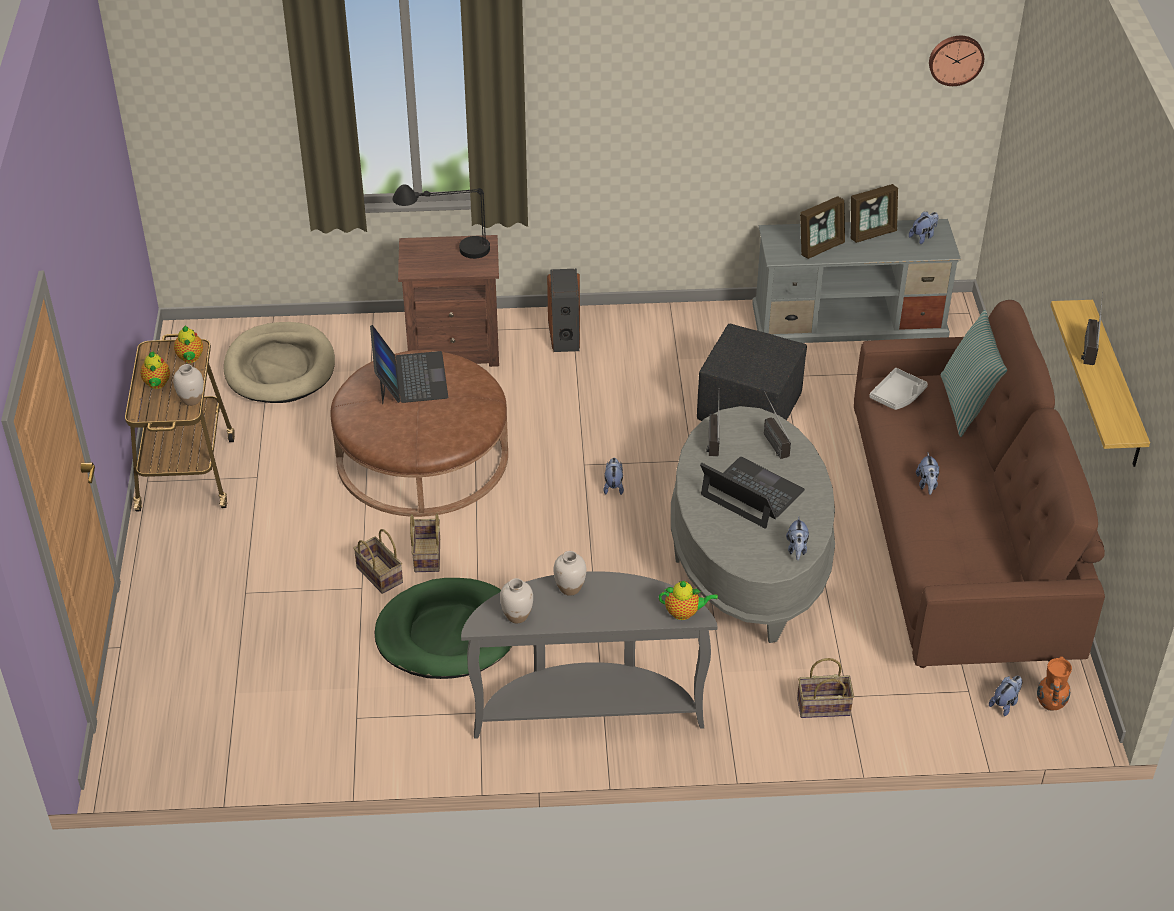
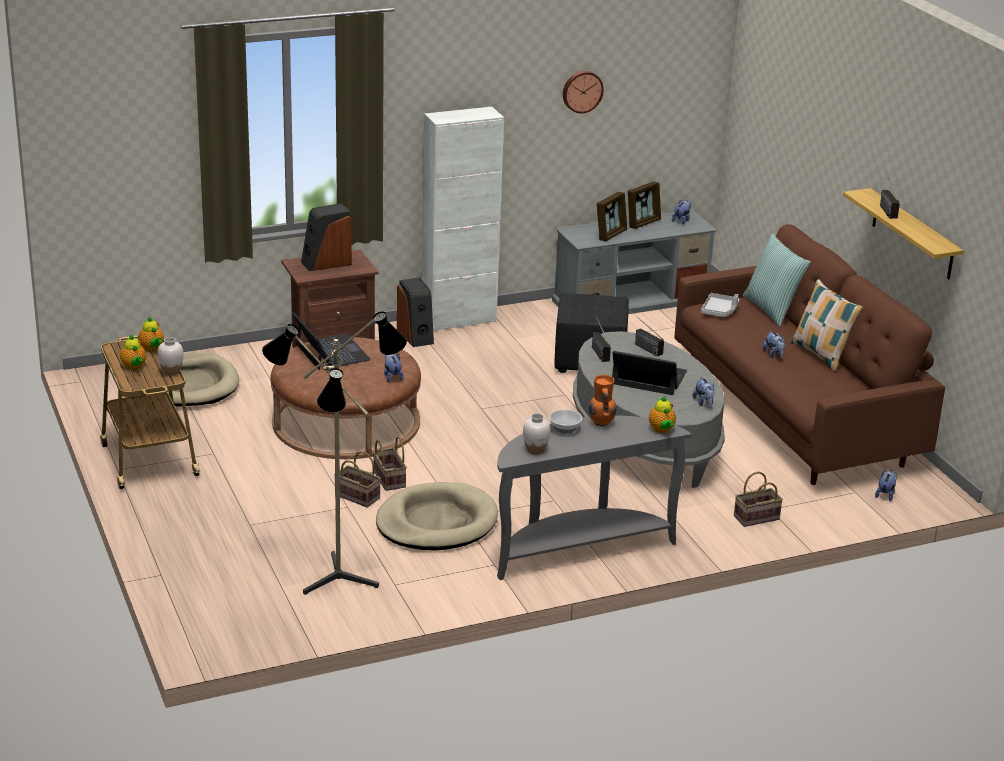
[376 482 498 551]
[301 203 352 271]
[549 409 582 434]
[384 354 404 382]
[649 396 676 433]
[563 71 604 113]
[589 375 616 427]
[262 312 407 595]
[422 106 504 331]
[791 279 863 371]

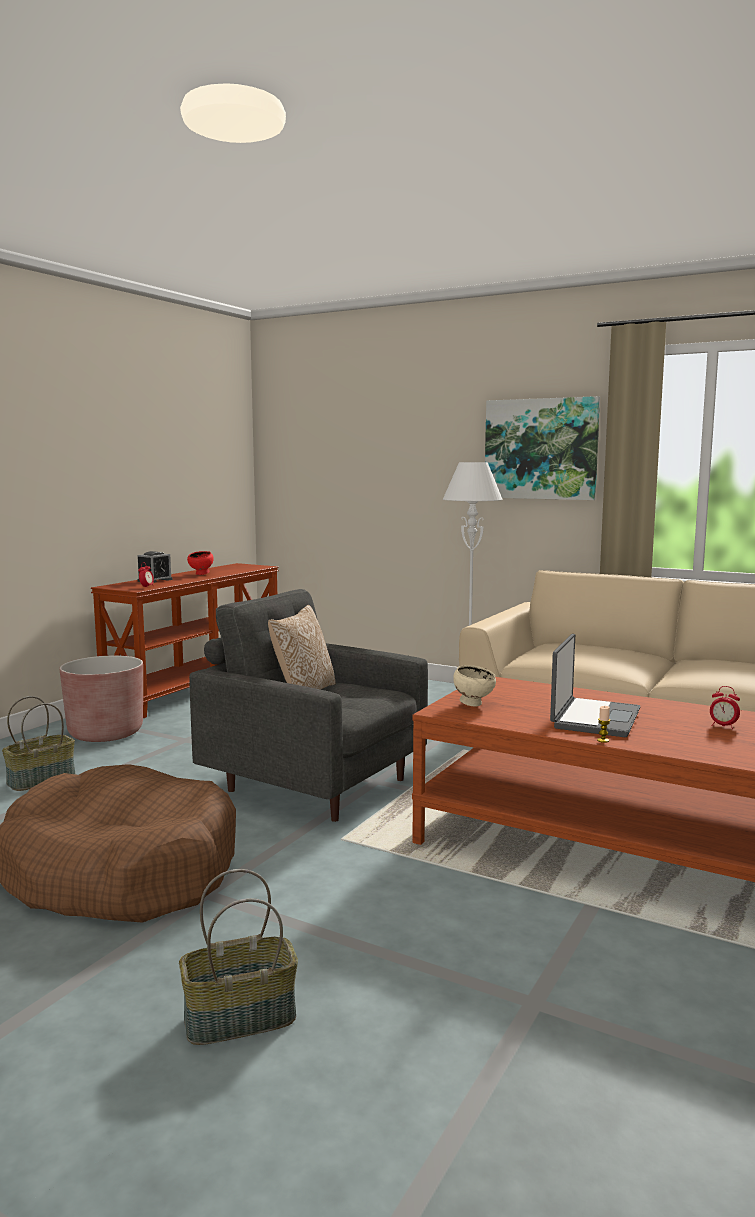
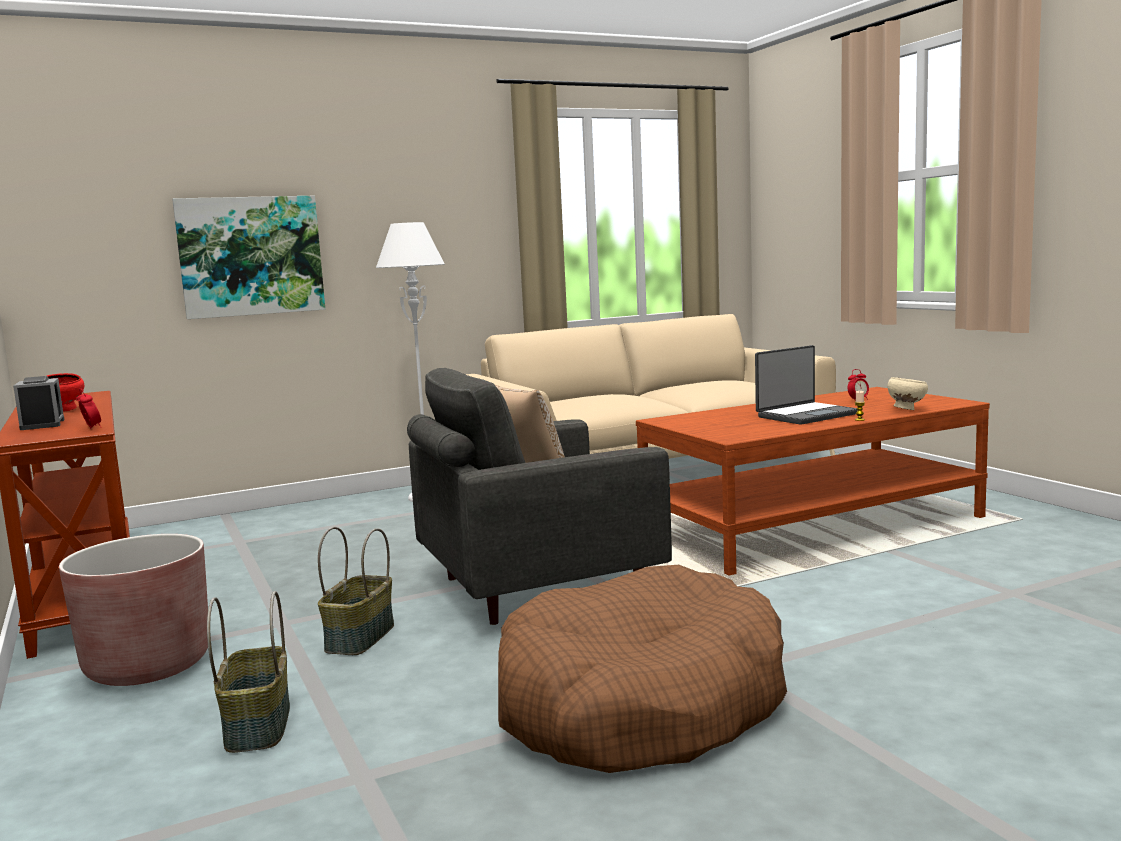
[318 527 394 655]
[888 377 928 410]
[172 196 325 319]
[755 345 858 425]

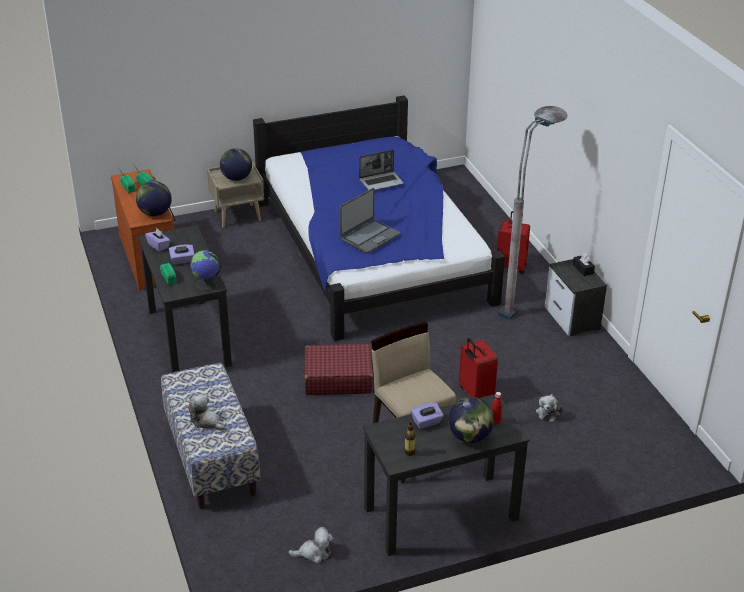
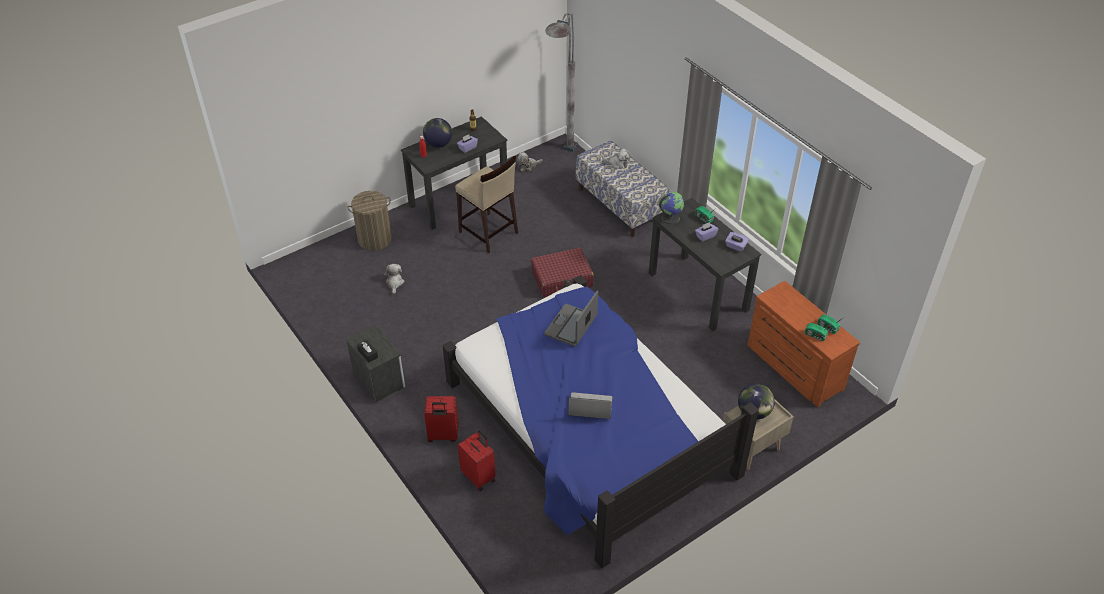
[136 181 172 216] (first image)
[568 392 613 419]
[458 430 496 491]
[545 13 578 152]
[347 191 392 251]

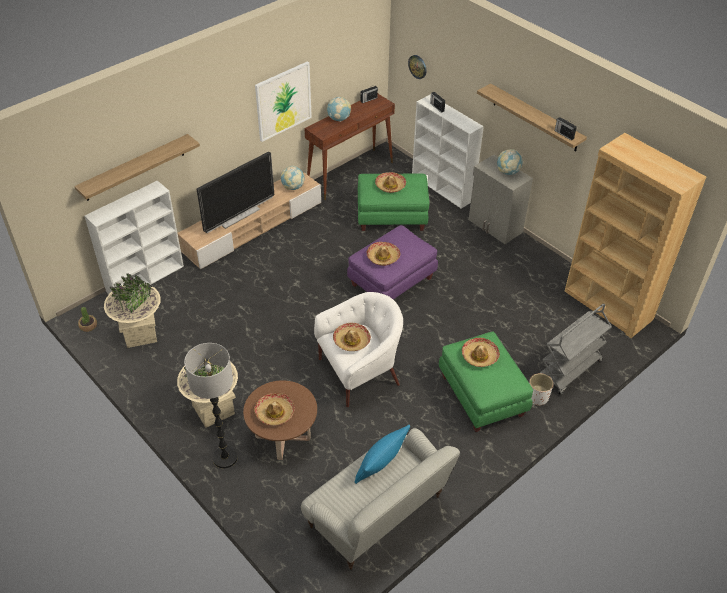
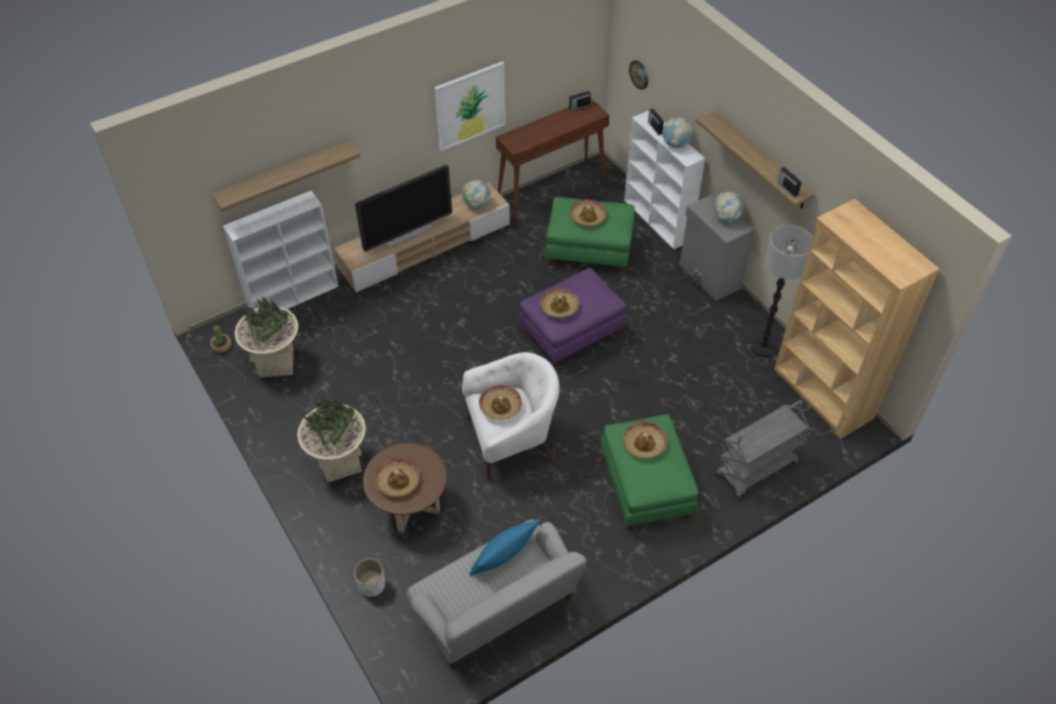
[751 225 812 357]
[662 117 693 149]
[354 558 385 597]

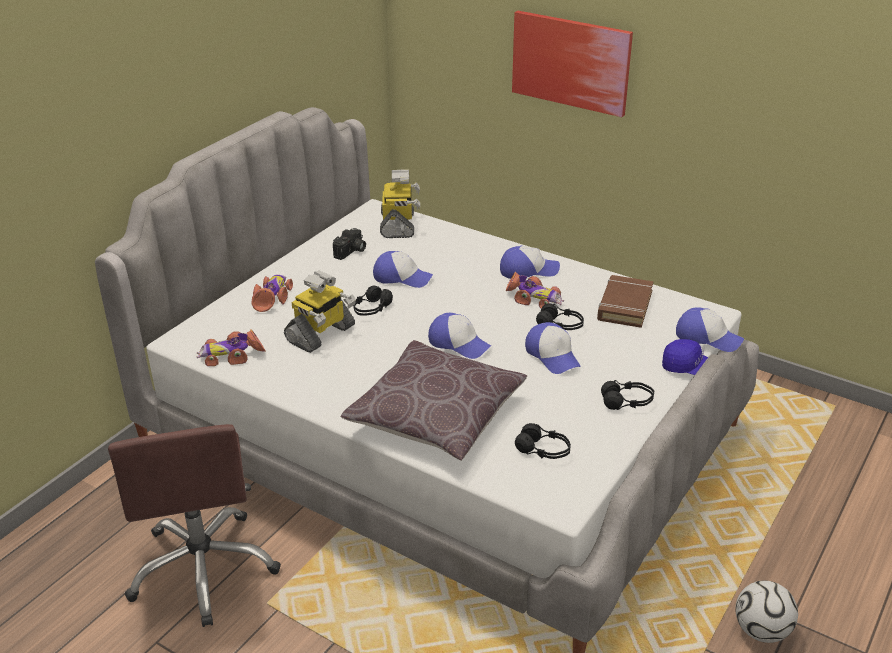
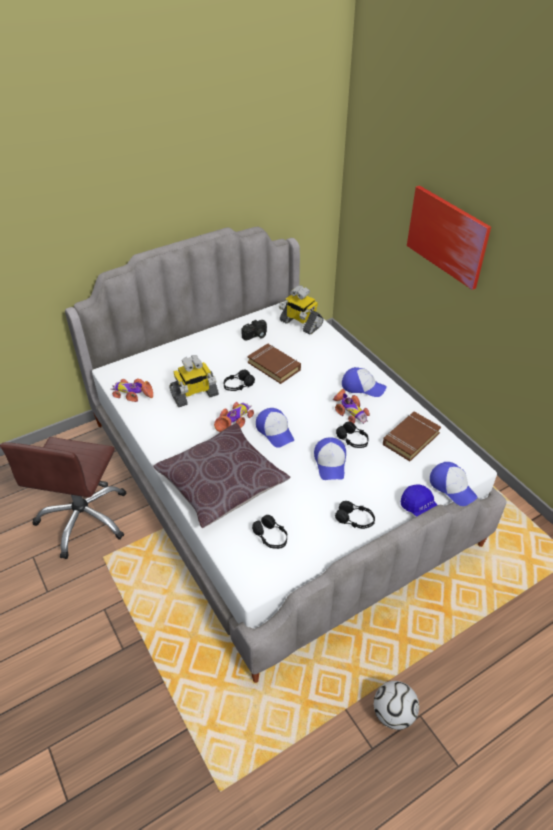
[214 402 254 432]
[247 344 301 384]
[279 285 323 335]

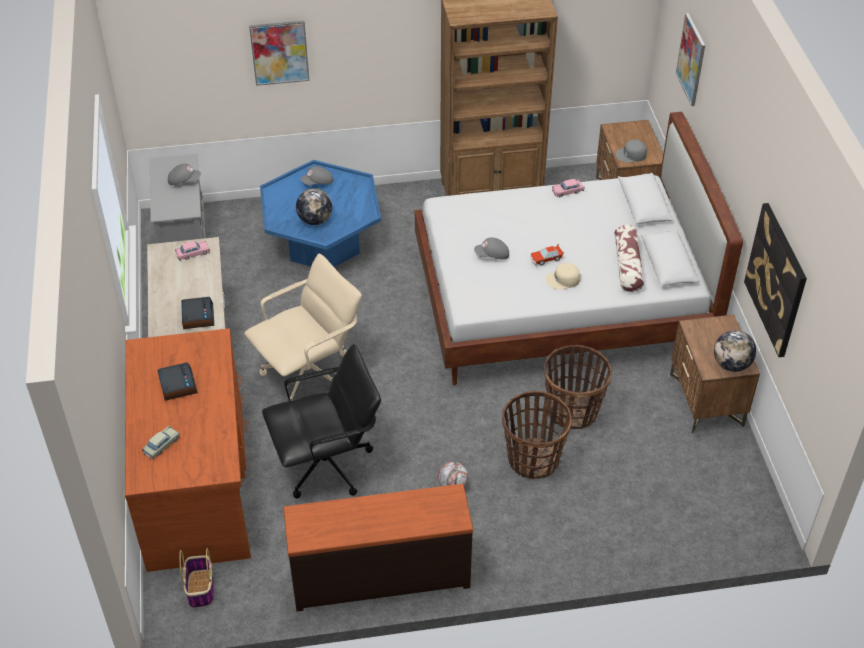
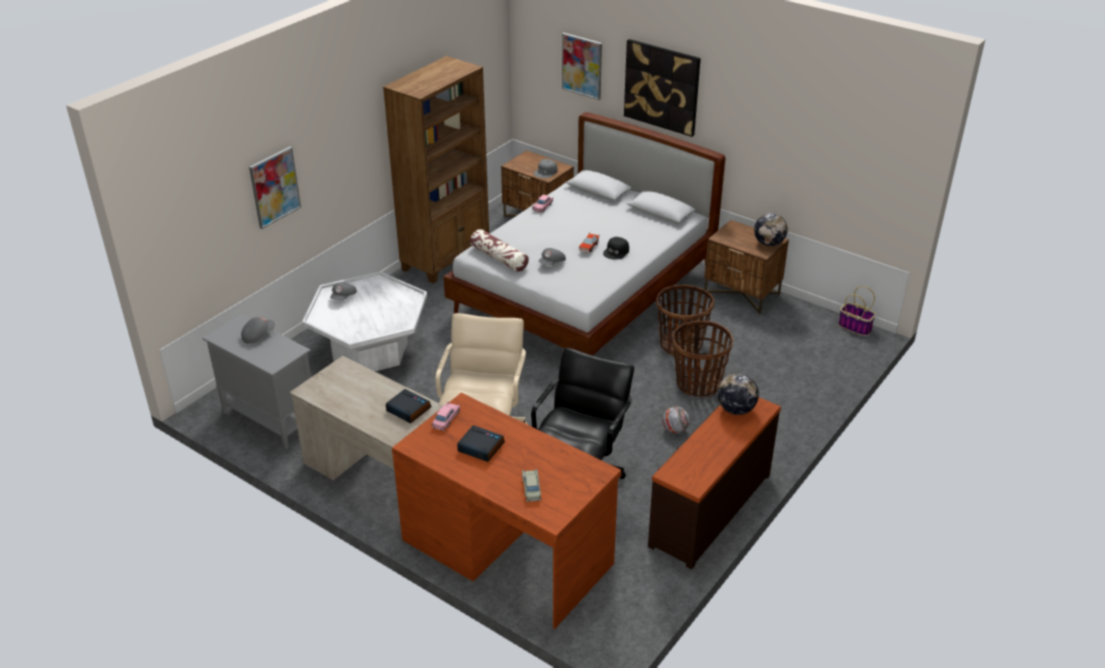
[432 402 460 431]
[838 286 876 336]
[302 271 427 371]
[717 374 759 415]
[603 237 629 260]
[470 229 529 272]
[624 39 701 137]

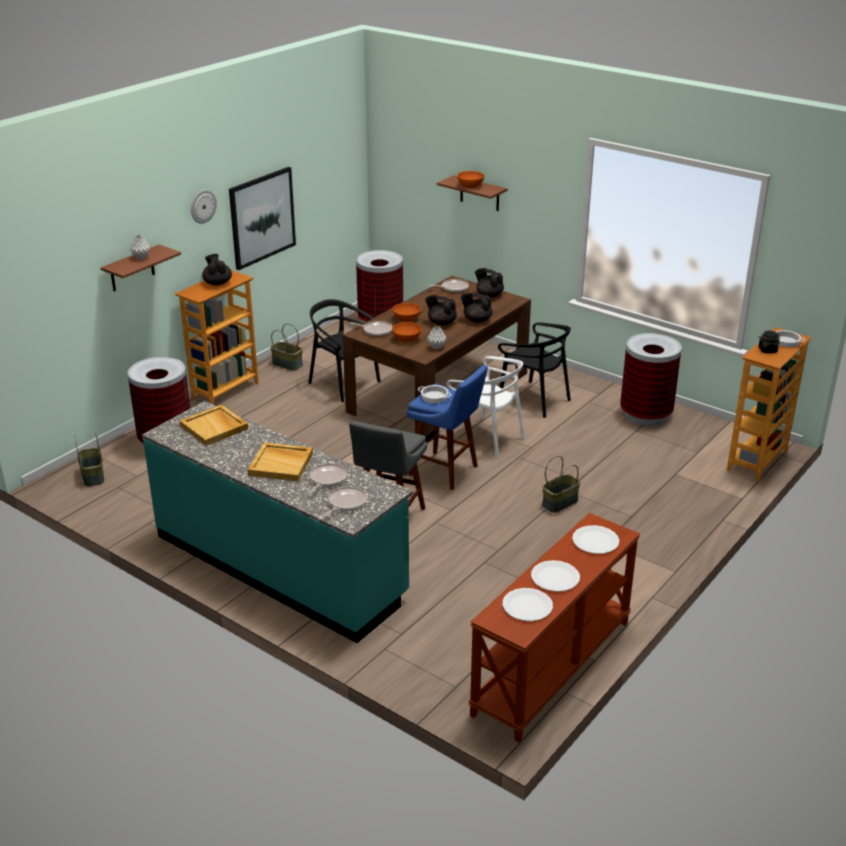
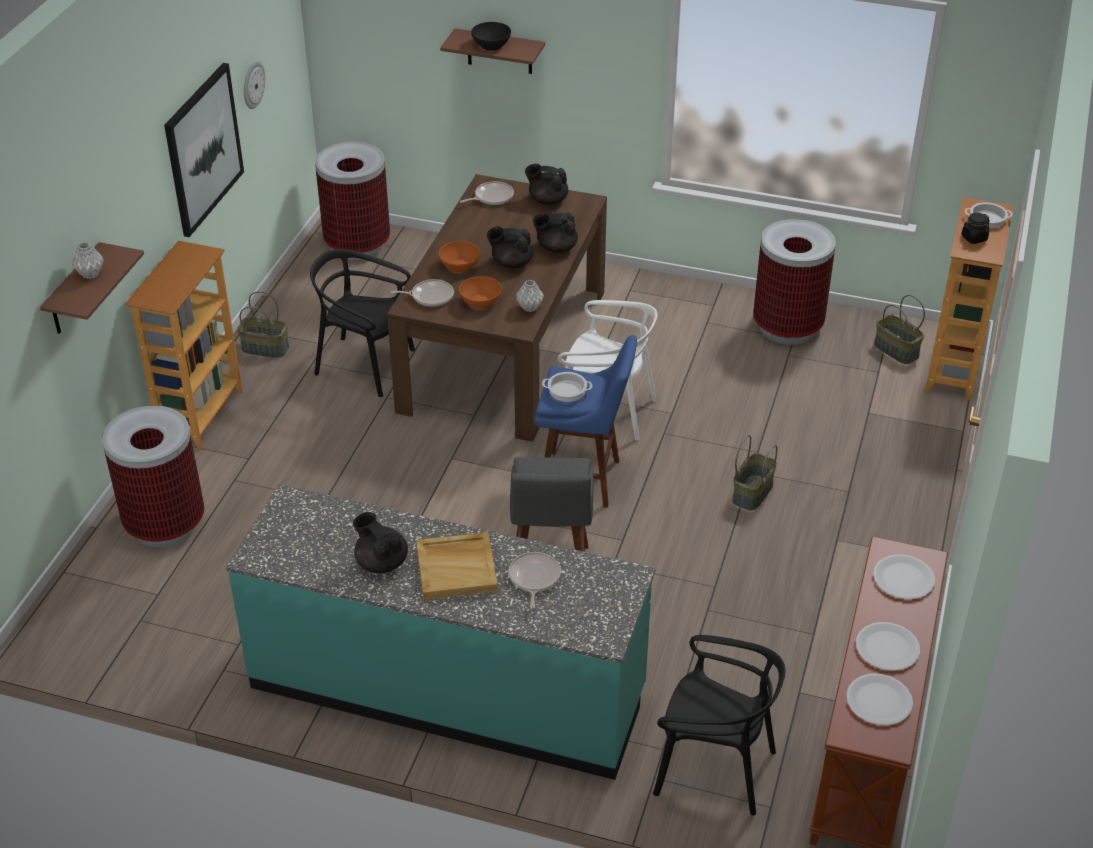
[874 295 925 364]
[180 405 248 446] (first image)
[244 61 265 109]
[353 512 408 573]
[324 487 367 516] (first image)
[471 22 511 51]
[653 635 785 816]

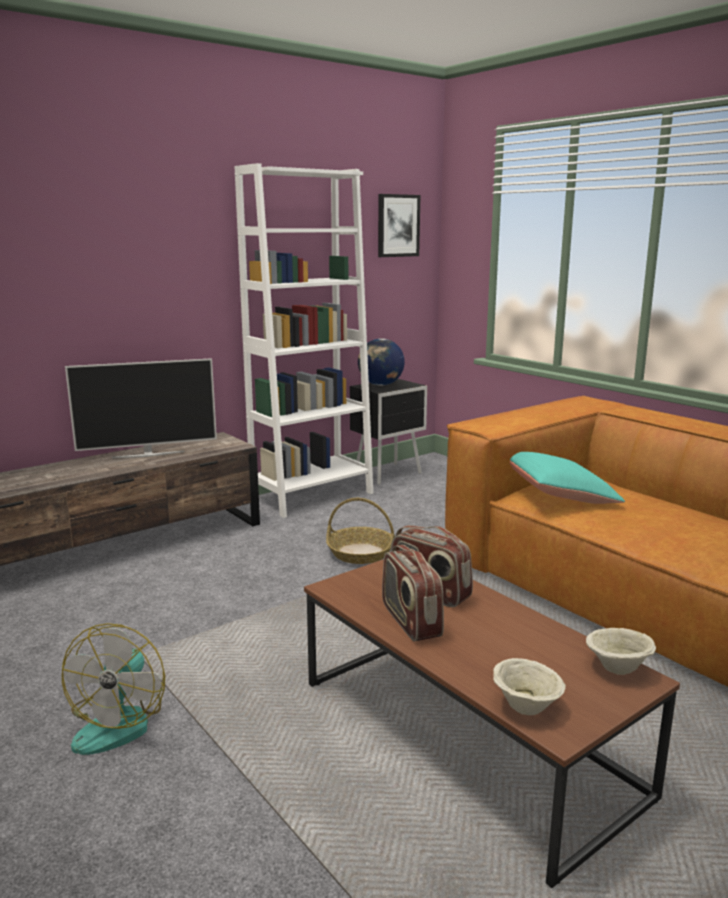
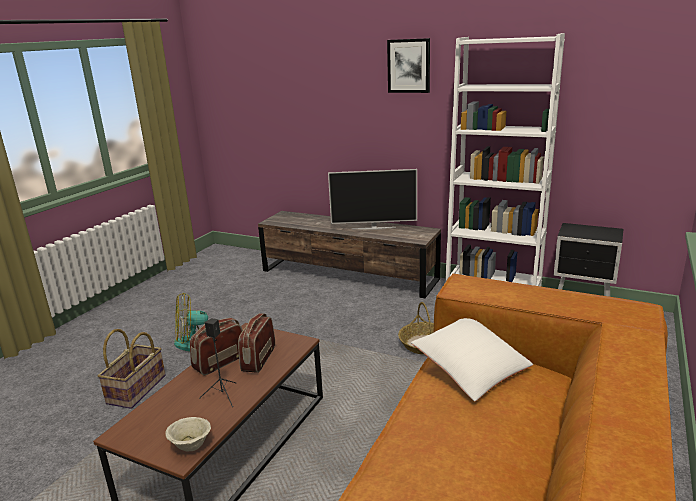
[328 169 417 230]
[358 338 405 386] (first image)
[387 38 430 93]
[493 658 566 715] (first image)
[411 318 533 401]
[98 329 166 409]
[199 318 236 407]

